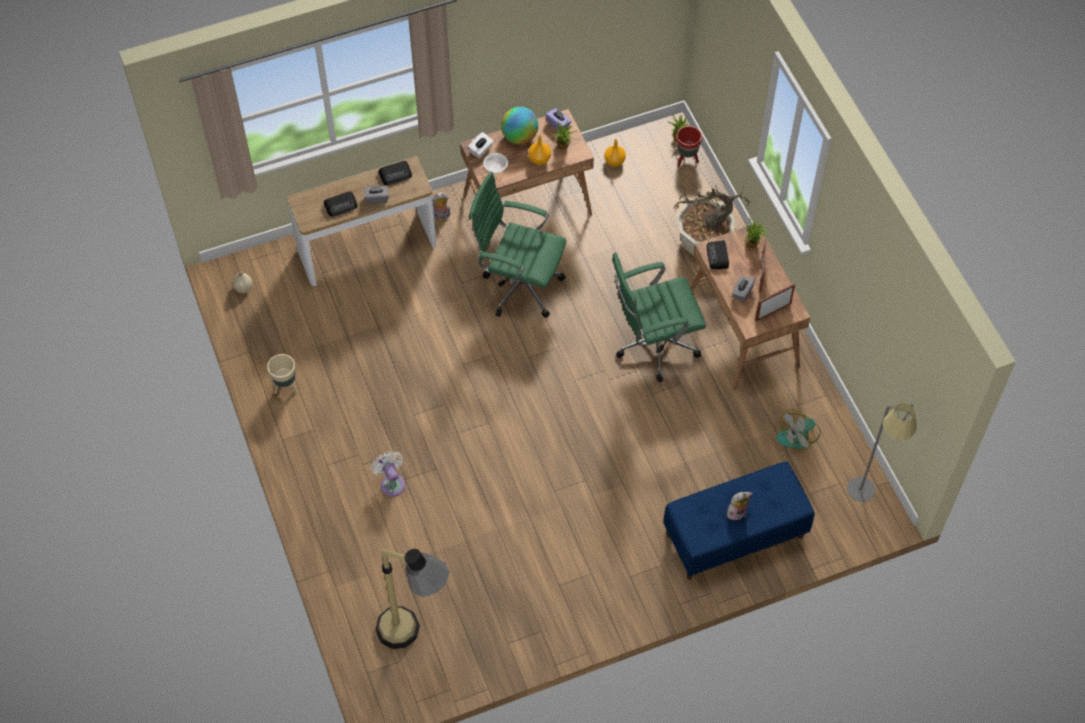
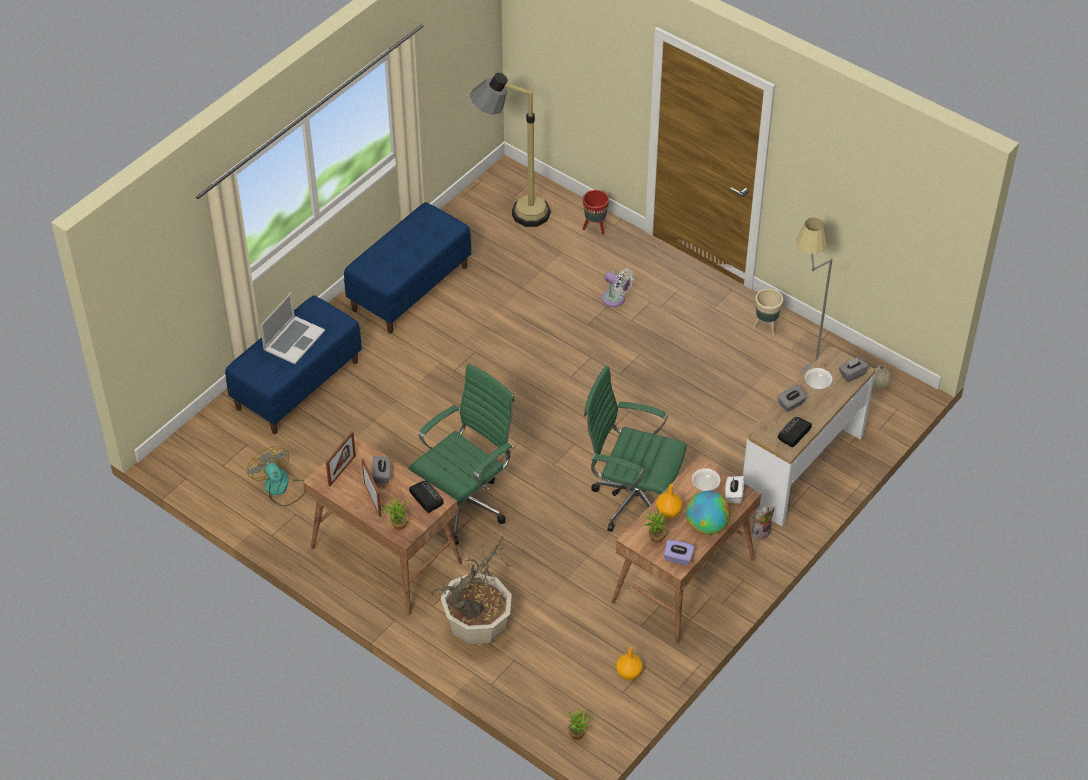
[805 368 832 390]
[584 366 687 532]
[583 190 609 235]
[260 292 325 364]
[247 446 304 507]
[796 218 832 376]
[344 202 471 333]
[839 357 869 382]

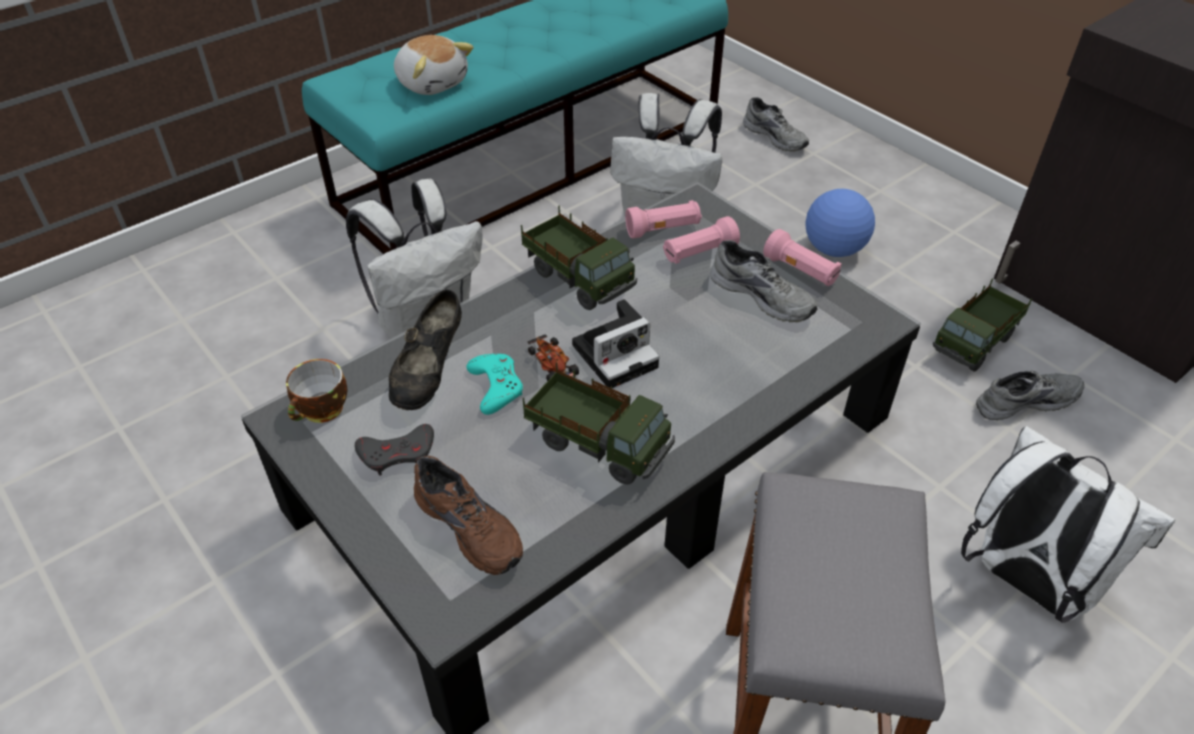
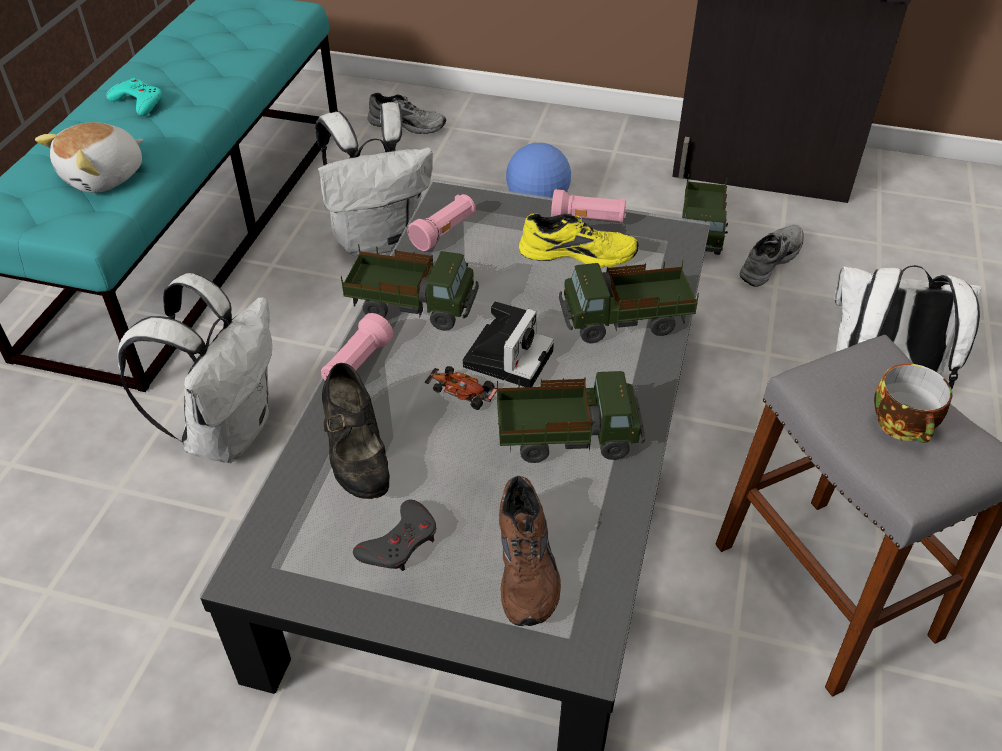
[874 364 952 443]
[35 122 143 193]
[499 476 561 626]
[106 78 162 116]
[321 313 393 380]
[519 213 639 267]
[559 260 699 343]

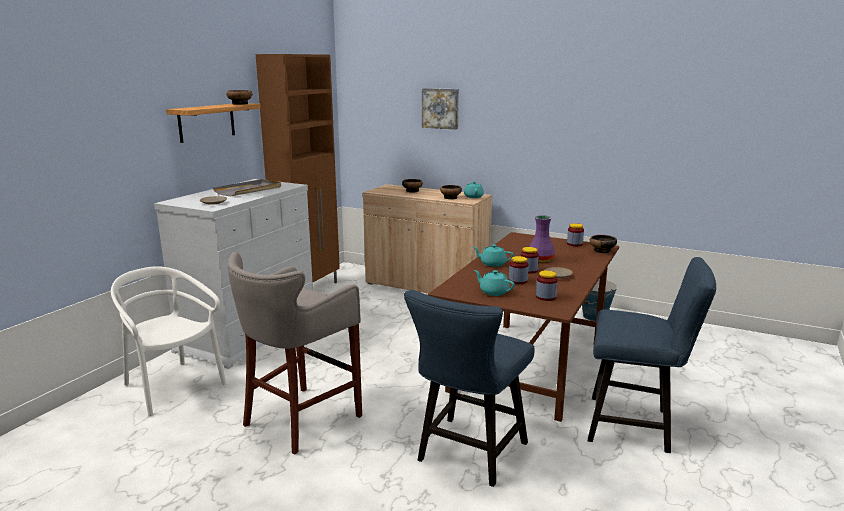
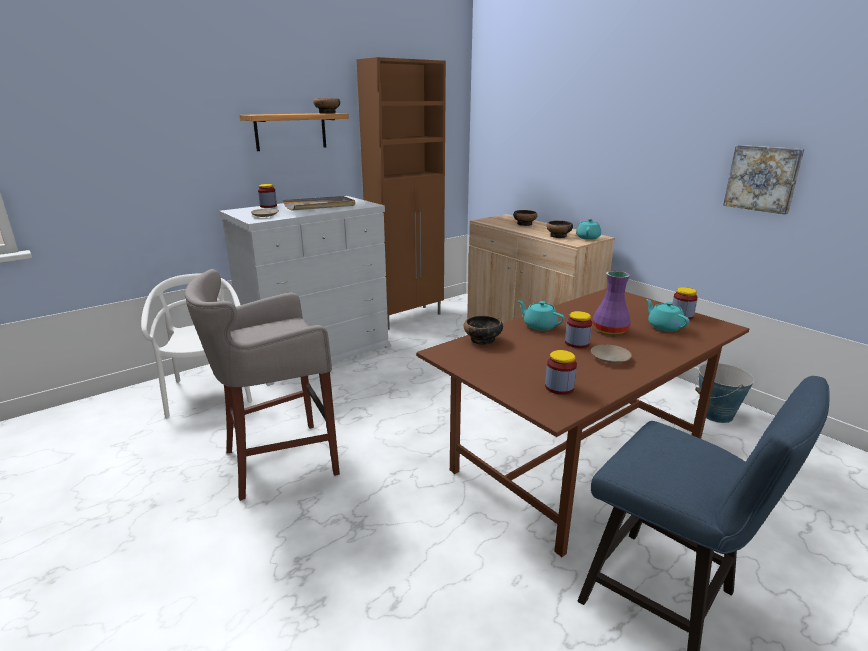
[404 290 535 487] (first image)
[723 145 805 215]
[646 299 690 332]
[258 184 277 208]
[464 315 503 345]

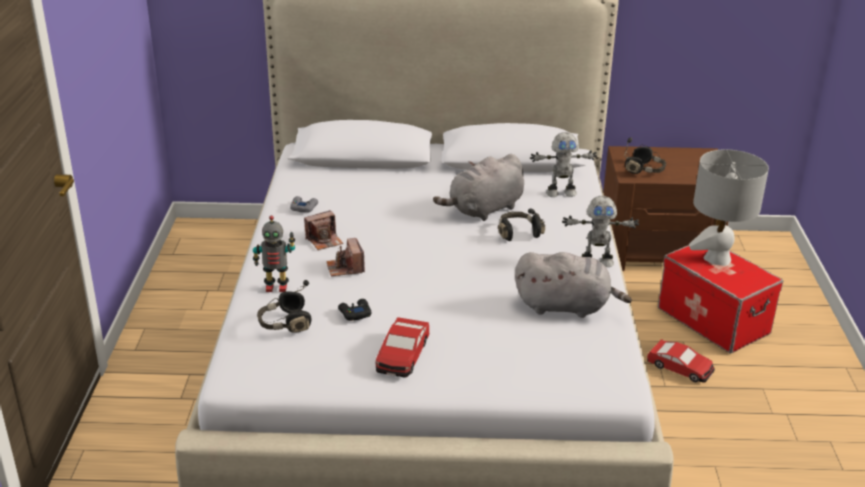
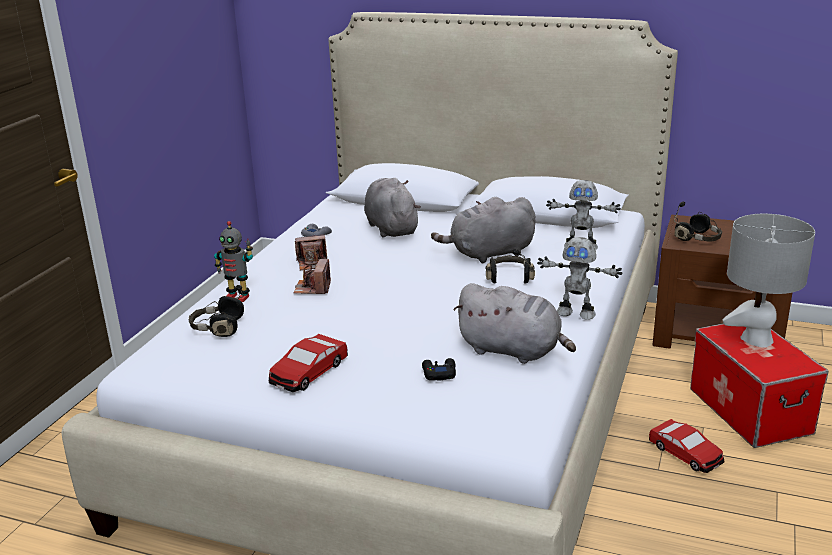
[422 358 456 381]
[364 178 421 238]

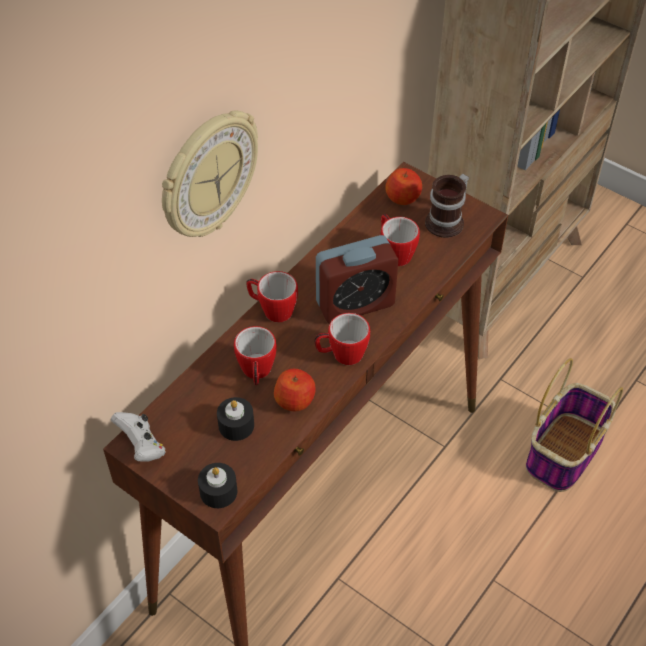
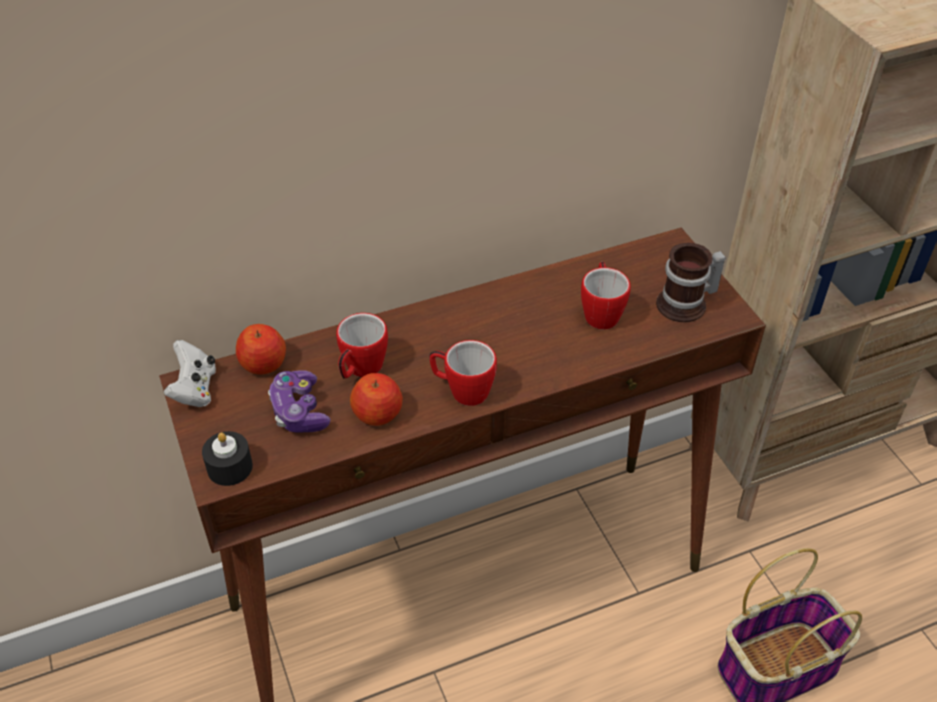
[162 111 258 237] (first image)
[268 370 330 432]
[246 271 298 322] (first image)
[316 235 398 324] (first image)
[236 324 286 375]

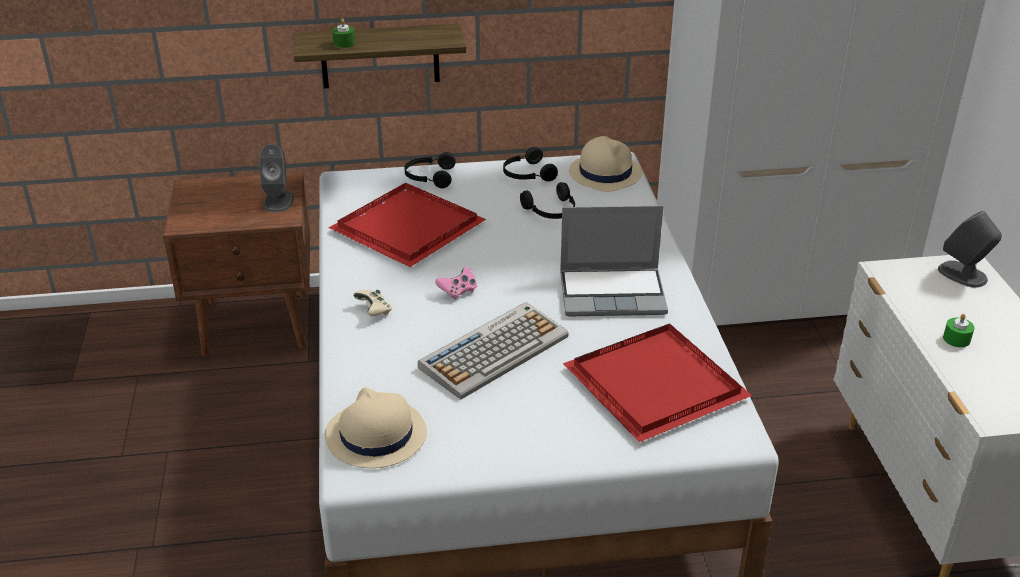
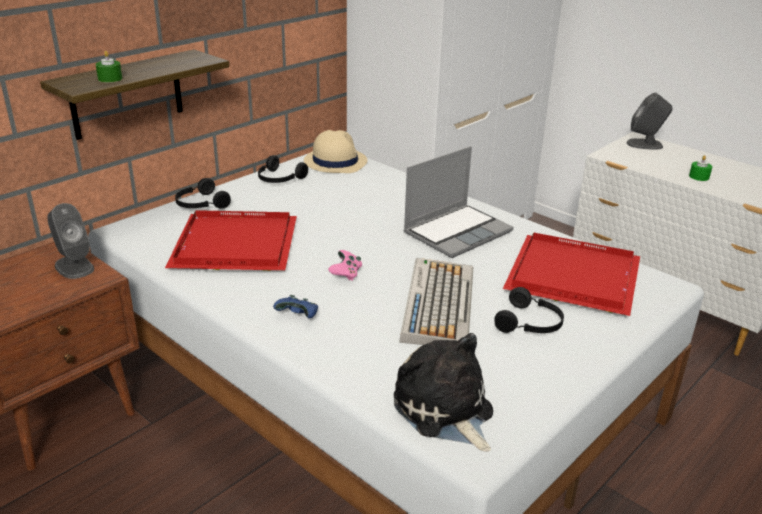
[394 333 493 452]
[273 295 318 318]
[494 287 564 333]

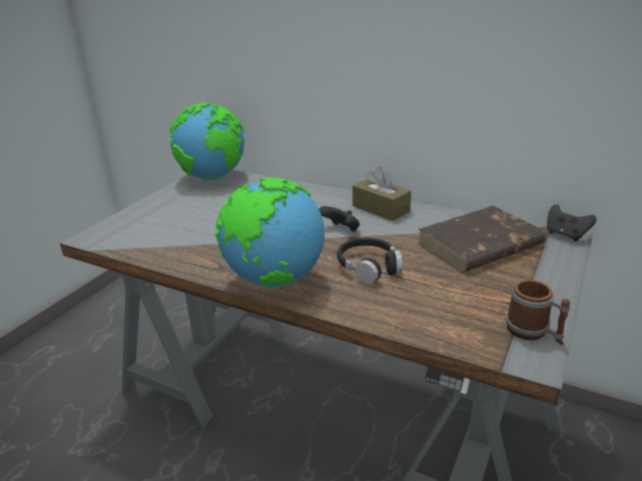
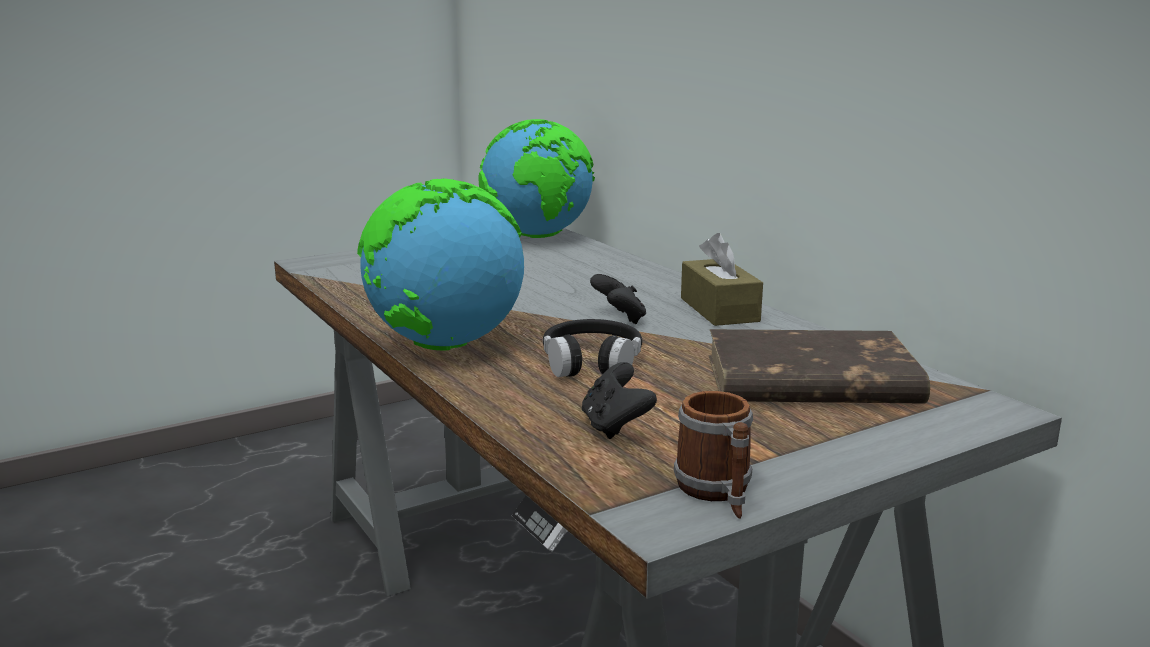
[582 362 657 439]

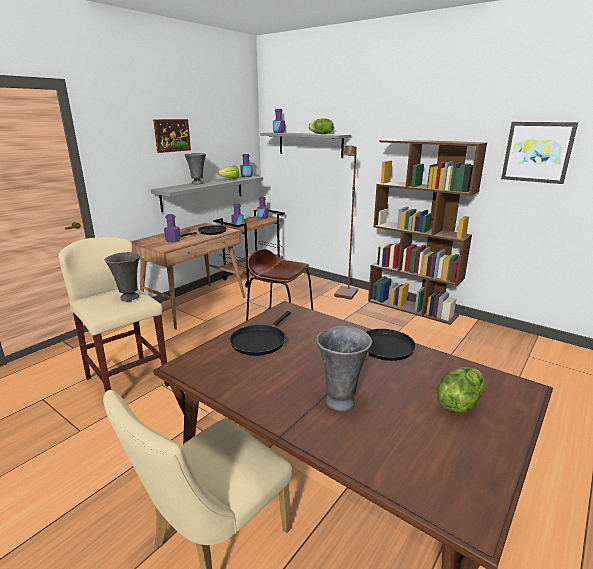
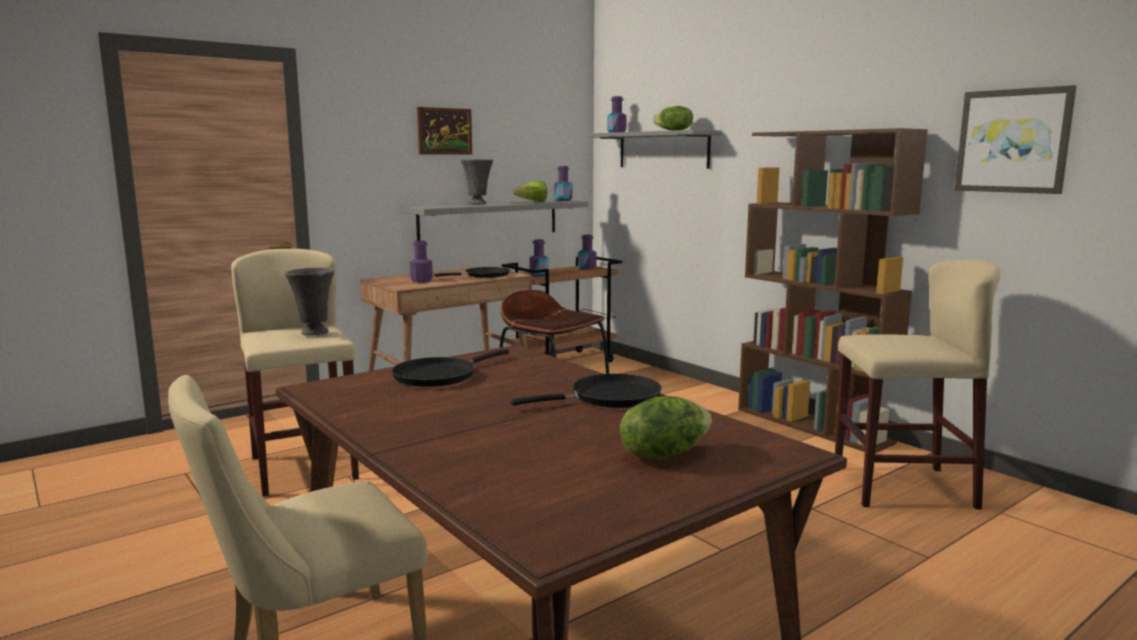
[316 326 372 412] (first image)
[334 145 358 300] (first image)
[835 259 1001 510]

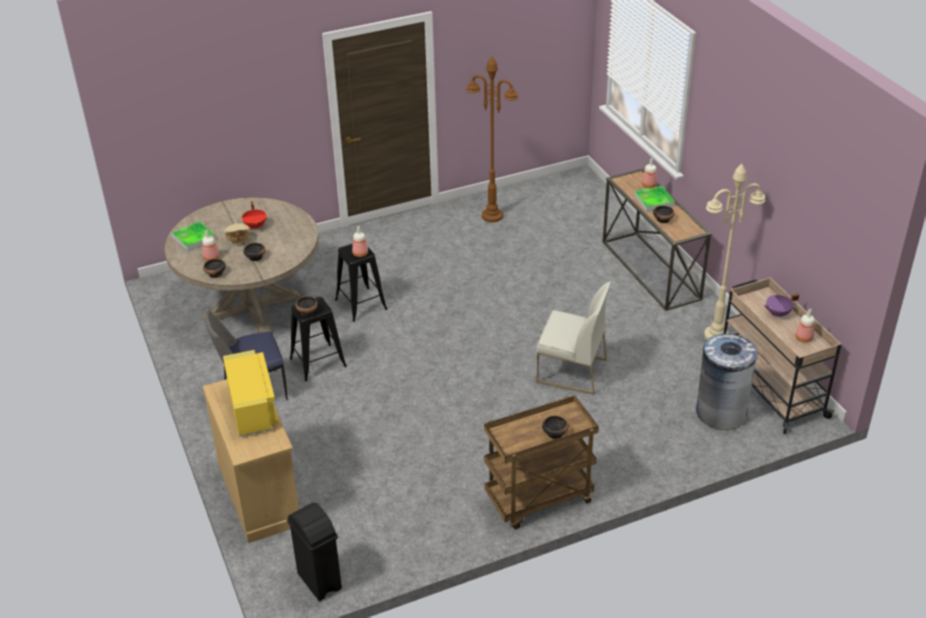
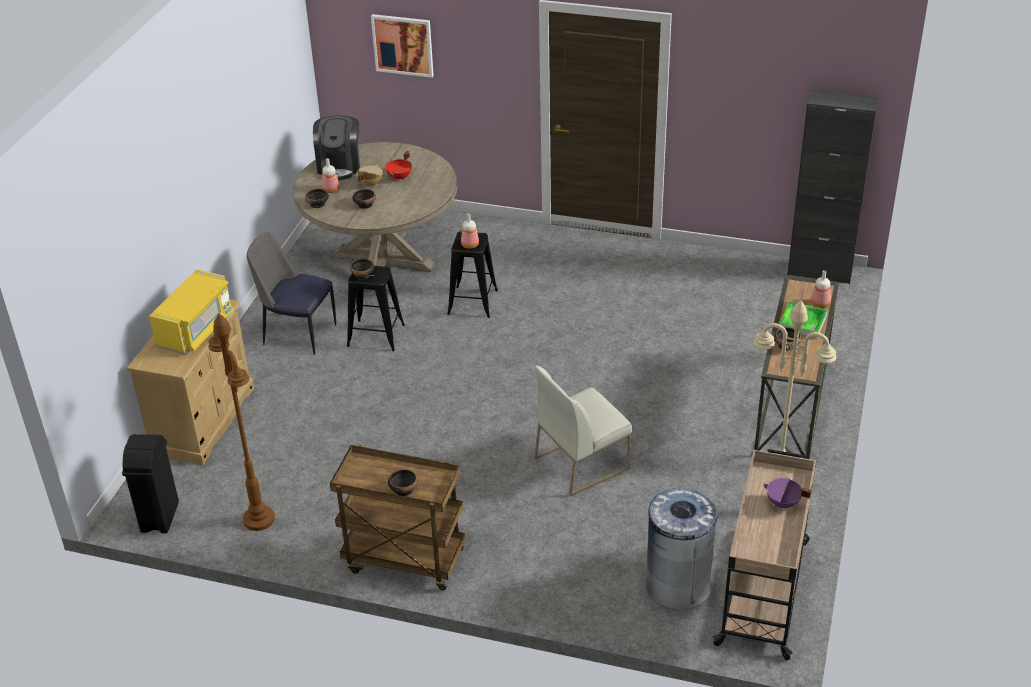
[313 115 360 180]
[209 313 275 531]
[534 366 632 496]
[795 309 815 342] (first image)
[371 14 434 78]
[787 90 878 284]

